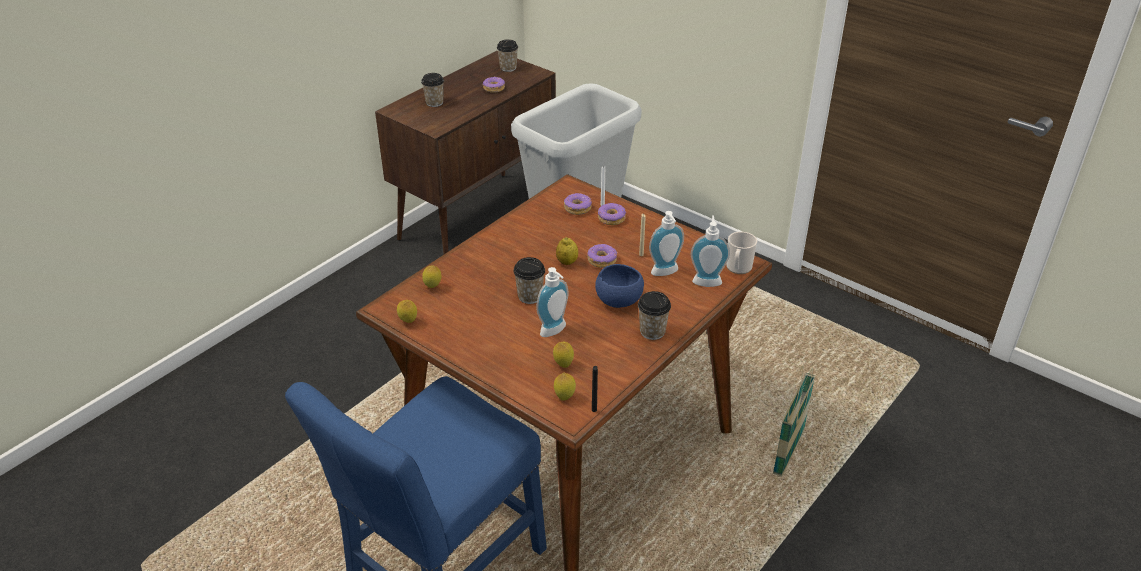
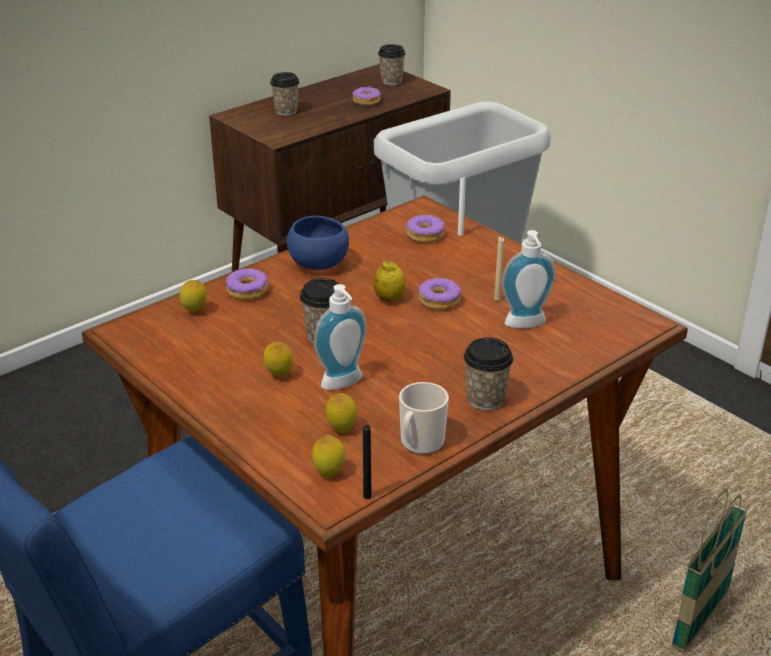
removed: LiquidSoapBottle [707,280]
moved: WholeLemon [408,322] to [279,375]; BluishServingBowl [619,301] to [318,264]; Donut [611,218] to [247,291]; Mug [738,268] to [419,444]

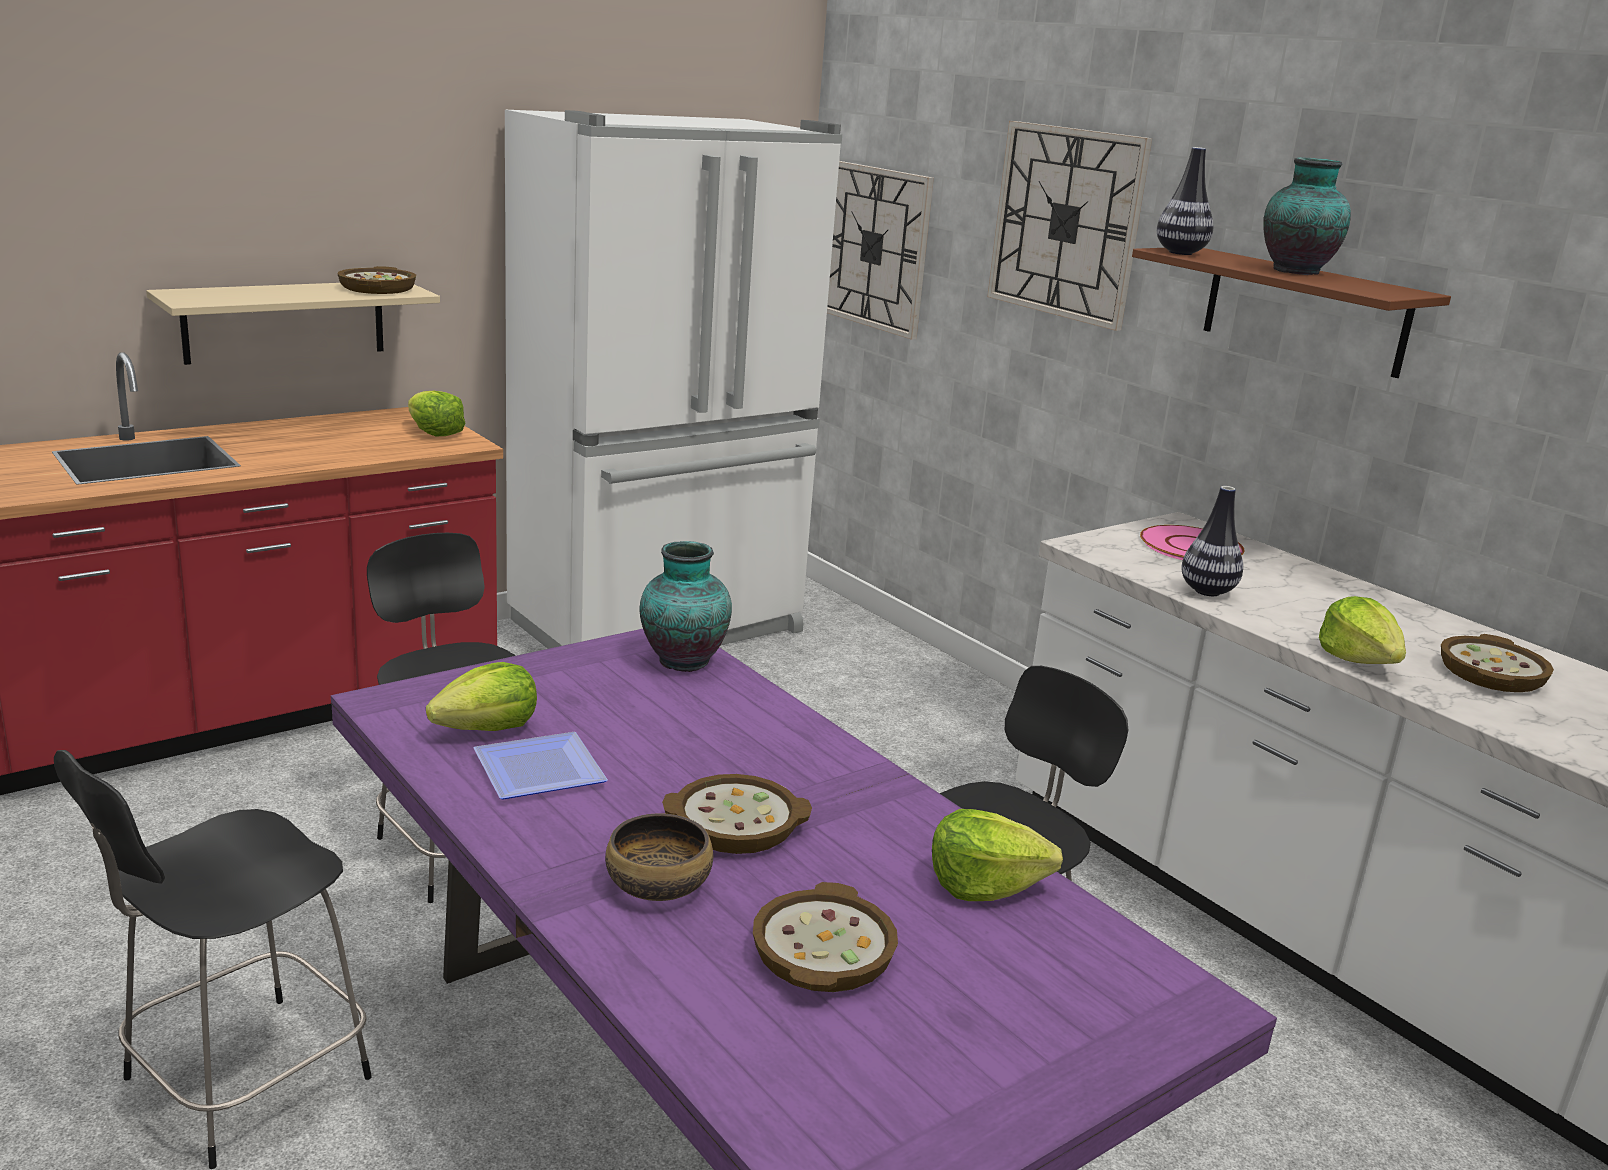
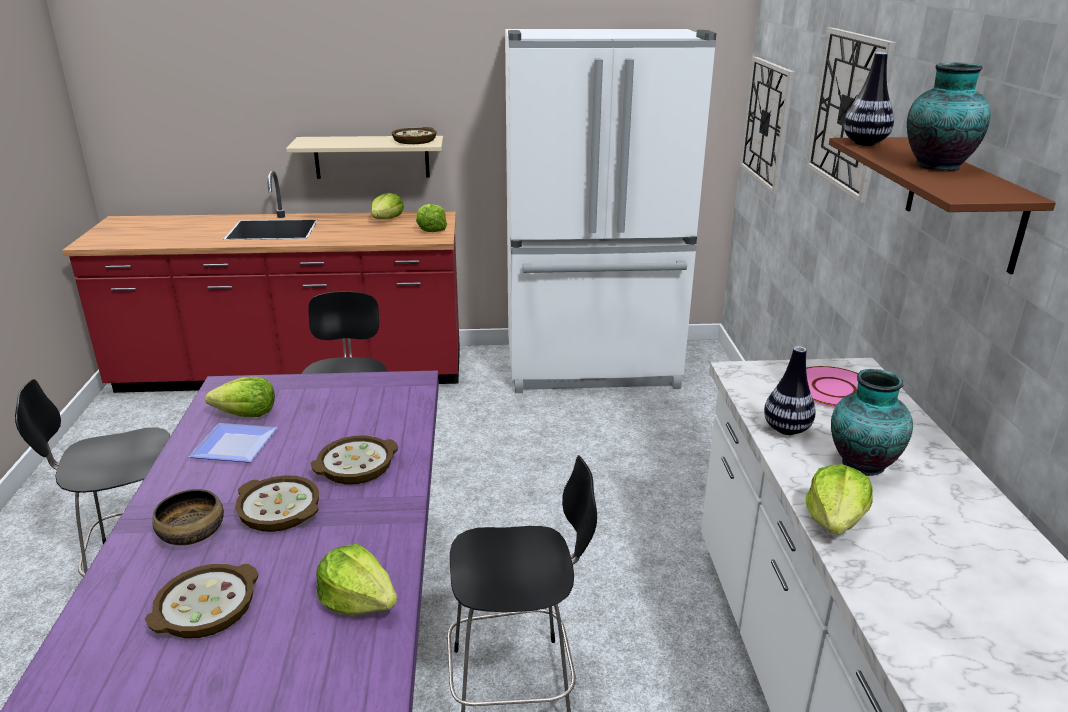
added: Lettuce [387,219]
moved: Vase [681,661] to [860,464]; ServingBowl [1492,675] to [356,467]

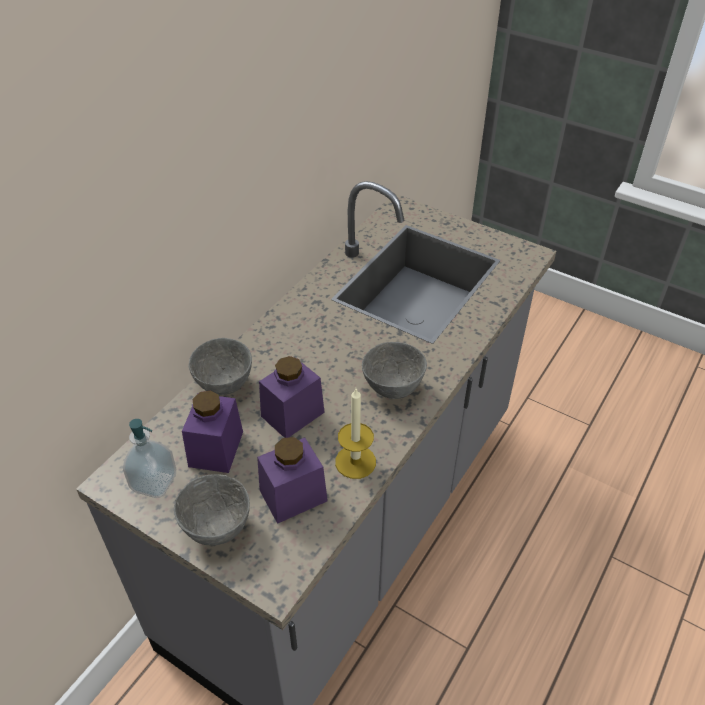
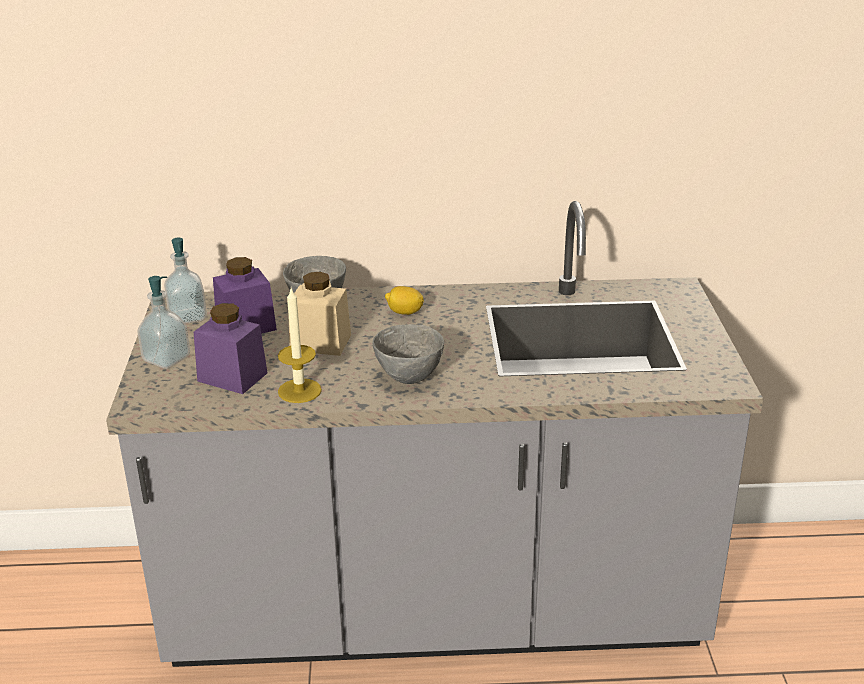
added: WholeLemon [404,312]
replaced: GrayServingBowl [216,530] to LiquidSoapBottle [166,359]
recoloured: PurpleJar [292,414] to BeigeJar [320,342]

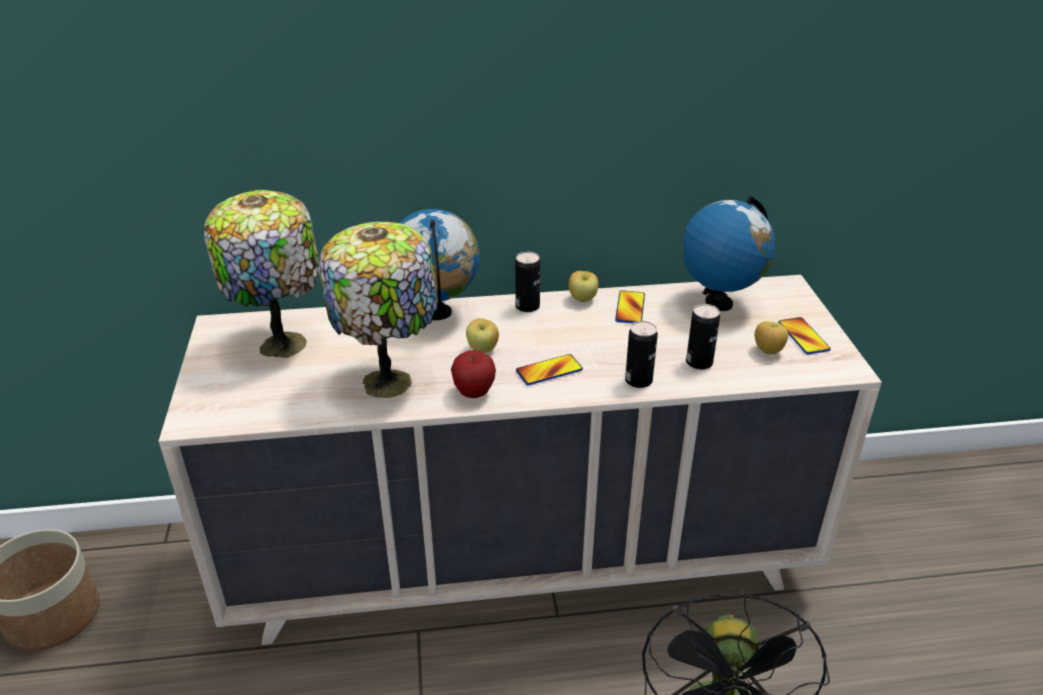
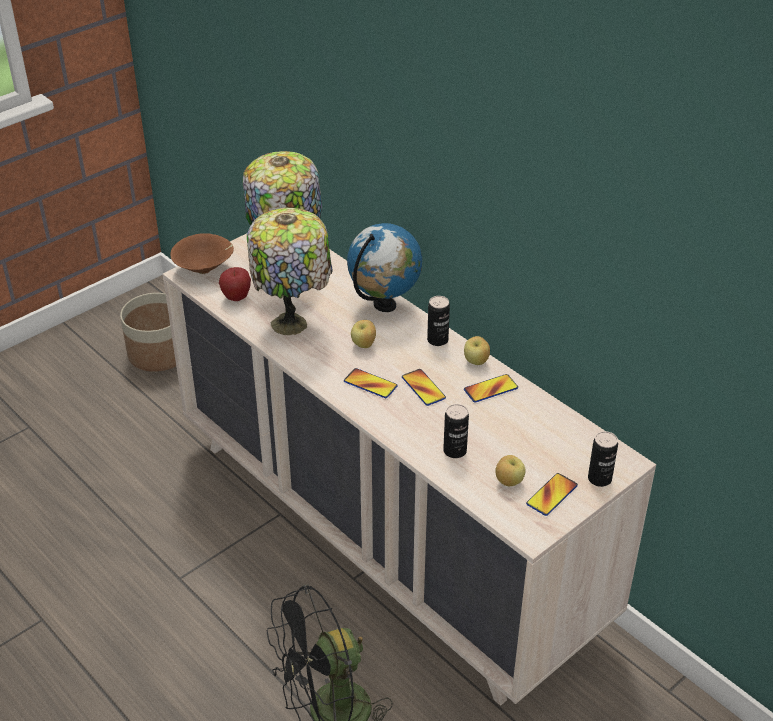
removed: Globe [718,303]
added: BrownServingBowl [205,269]; Handset [423,388]
moved: WholeApple [474,393] to [236,297]; Can [638,380] to [599,479]

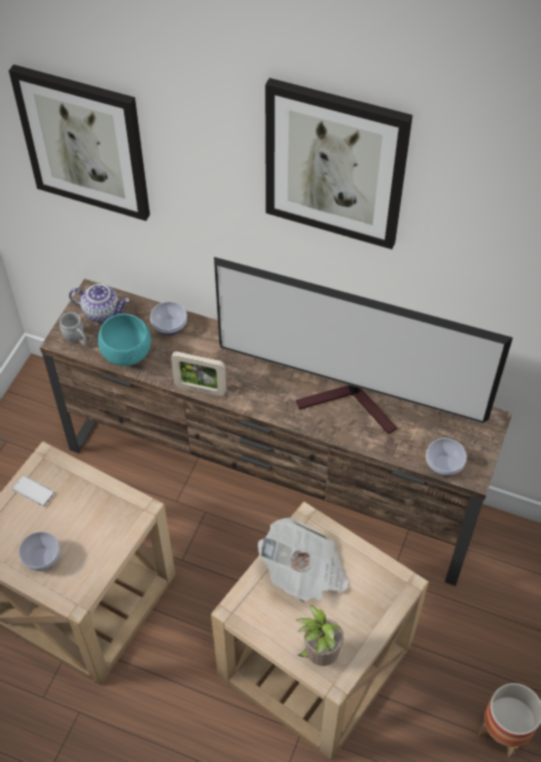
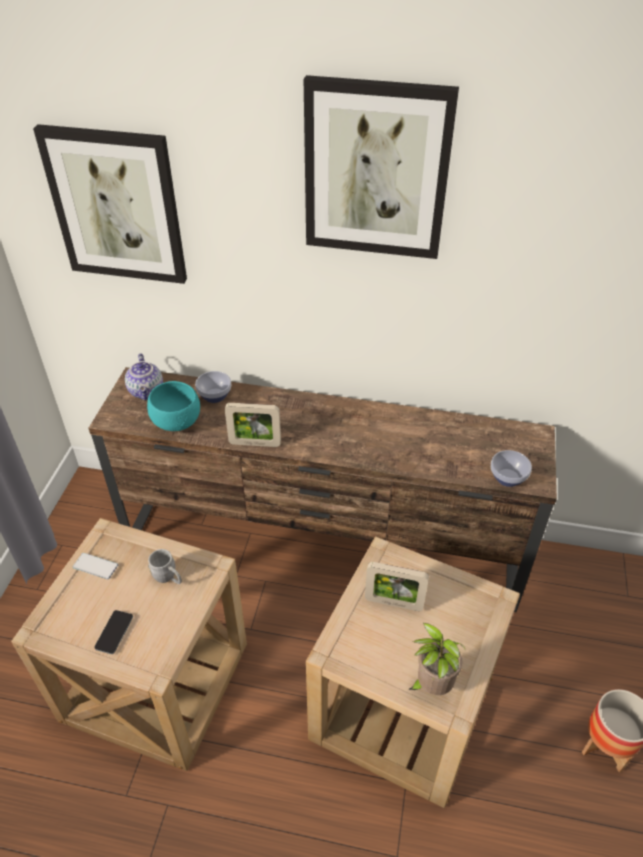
removed: Tv [353,403]
moved: GrayMug [77,338] to [168,578]
replaced: ServingBowl [43,558] to Handset [114,632]; PrintedPaper [304,572] to PictureFrame [393,603]
turned: PotForTea [102,312] = [147,391] 75 degrees clockwise

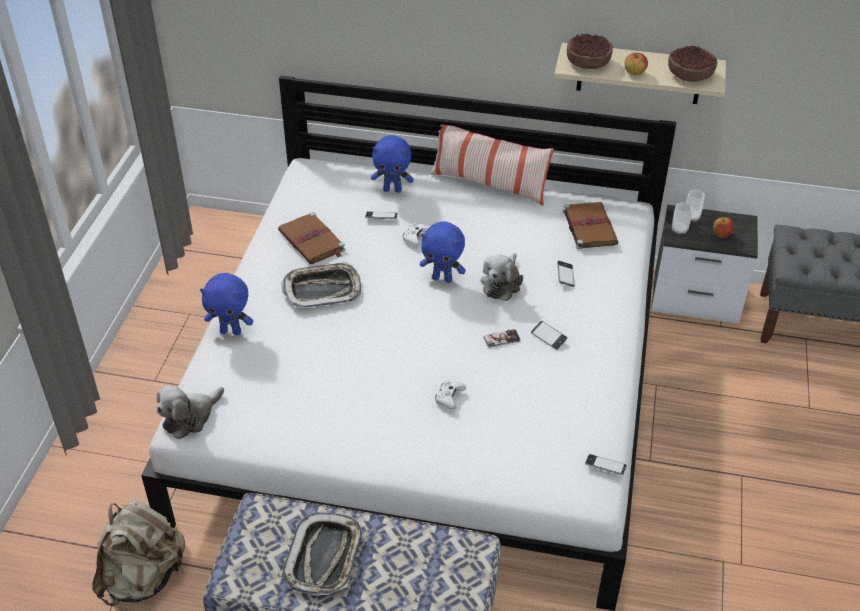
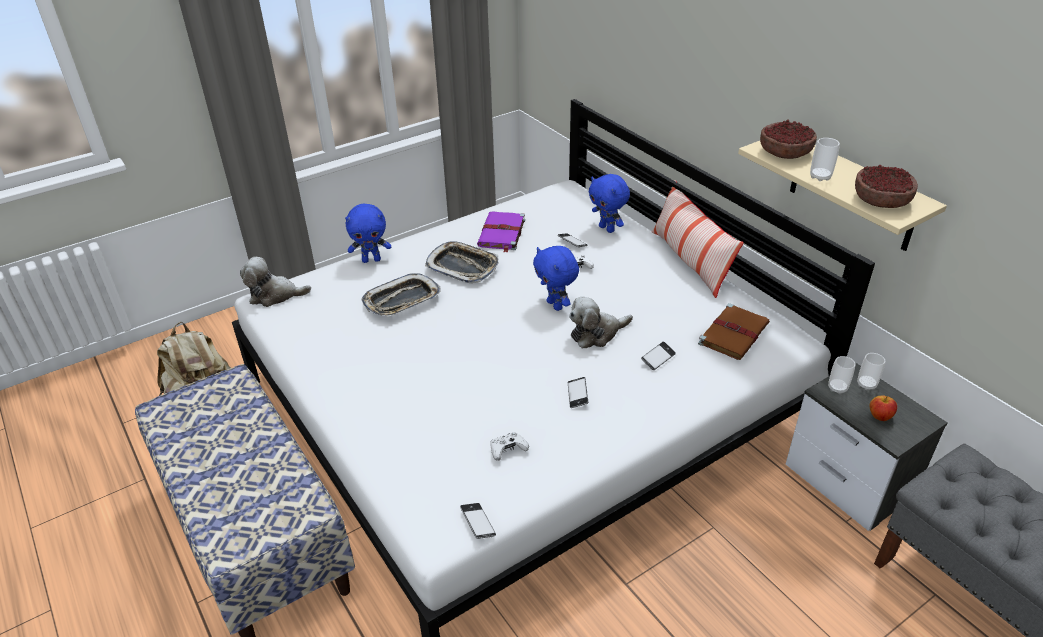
removed: Handset [502,339]
moved: CarryingTray [324,558] to [402,300]; WhiteGamepad [449,398] to [507,450]
replaced: WholeApple [634,73] to DrinkingCup [820,177]
recoloured: BrownBoundBook [312,241] to PurpleBoundBook [501,233]
turned: BluishCuddlyToy [231,331] = [371,260] 60 degrees counterclockwise

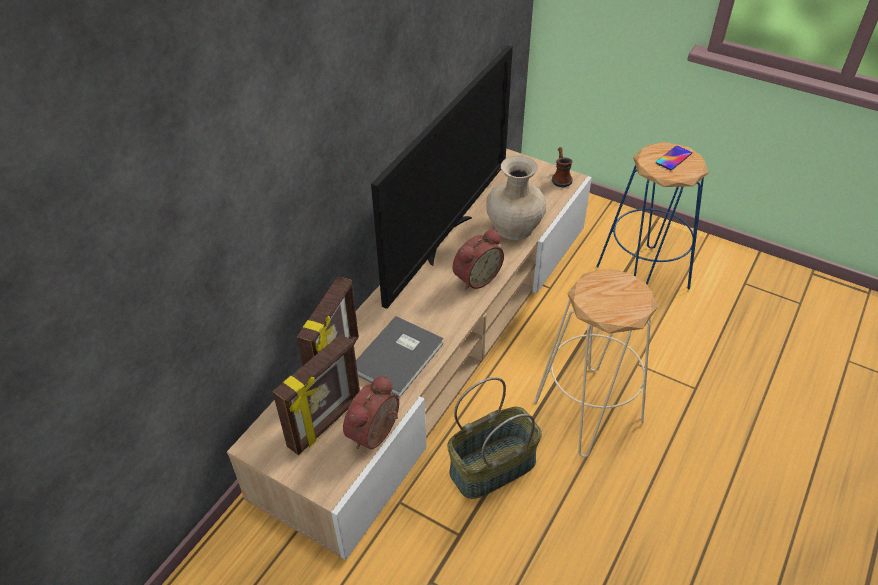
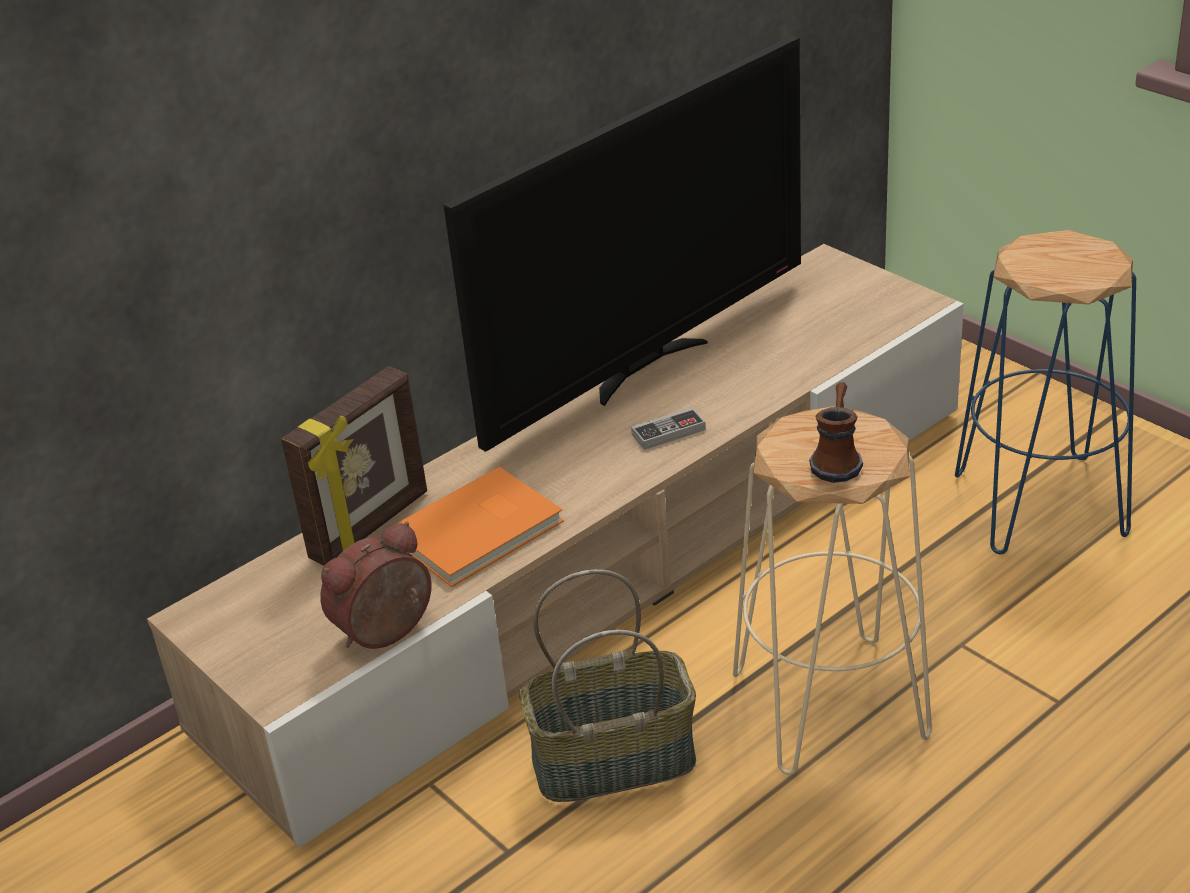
removed: PictureFrame [326,423]; BeigeVase [514,228]; Handset [673,158]
moved: Mug [560,177] to [837,459]
replaced: AlarmClock [475,277] to Gamepad [668,432]
recoloured: GrayBoundBook [400,357] to OrangeColouredBoundBook [481,531]

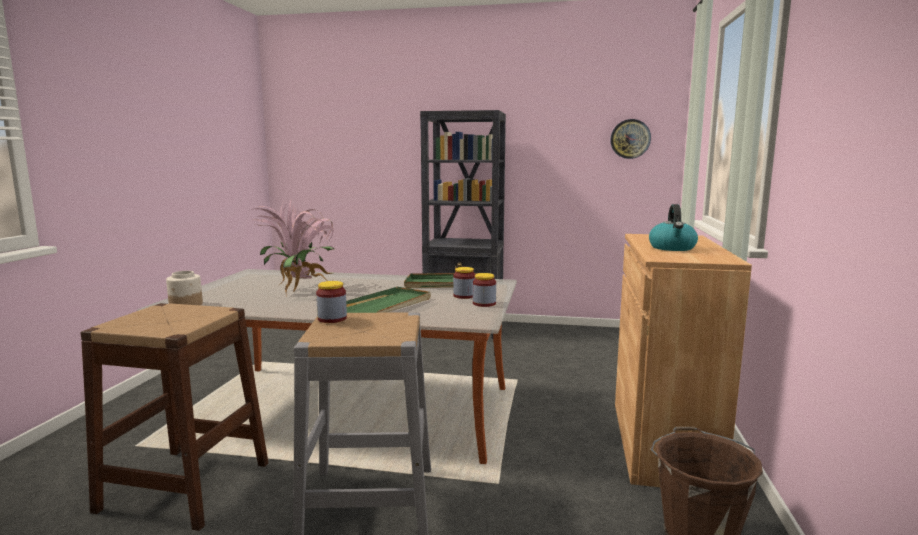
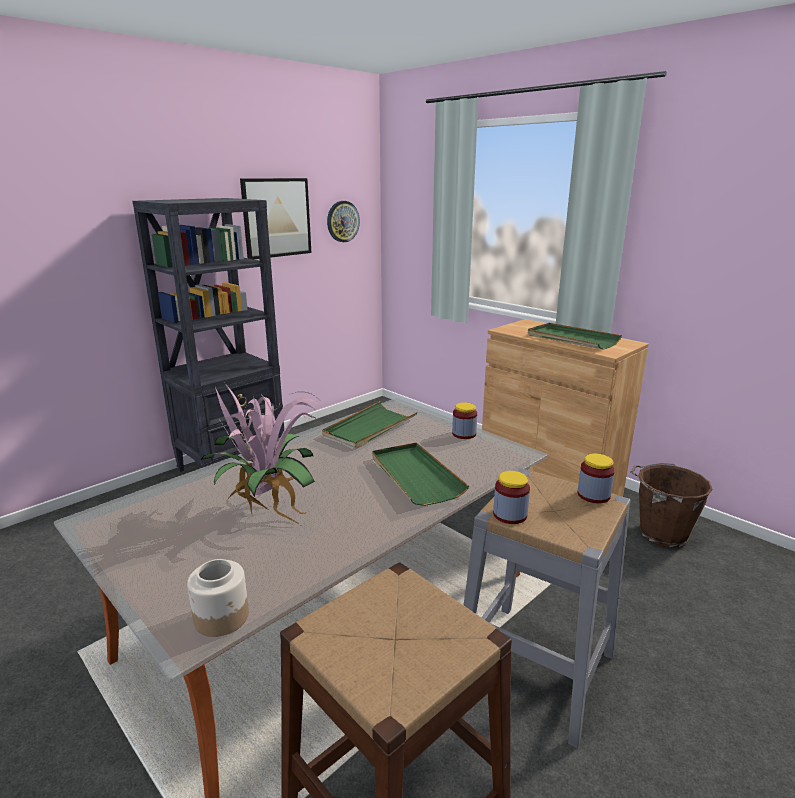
added: Picture [276,218]
moved: Jar [464,296] to [593,495]
replaced: Kettle [672,248] to GreenishCarryingTray [571,339]

